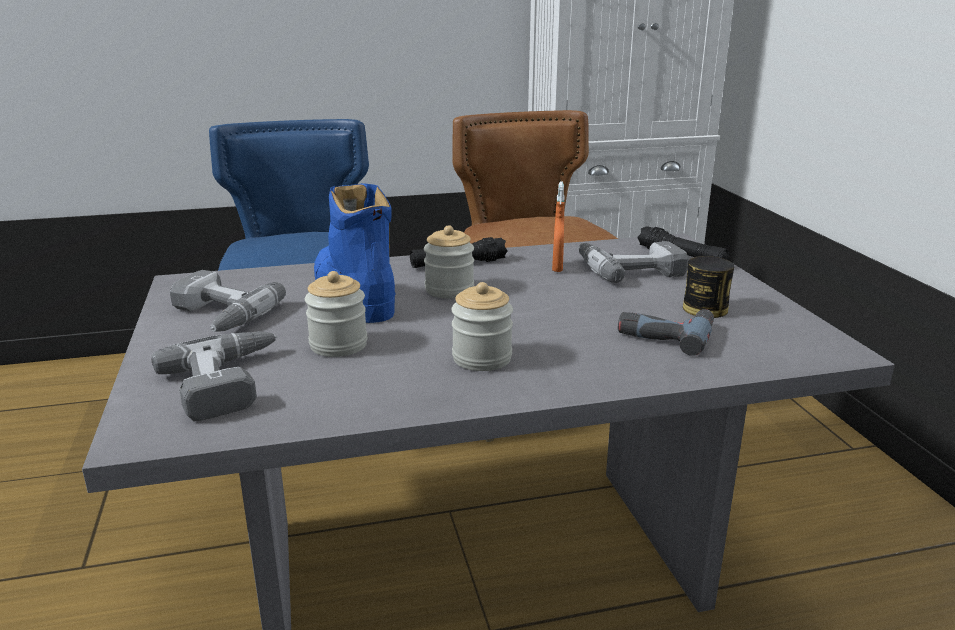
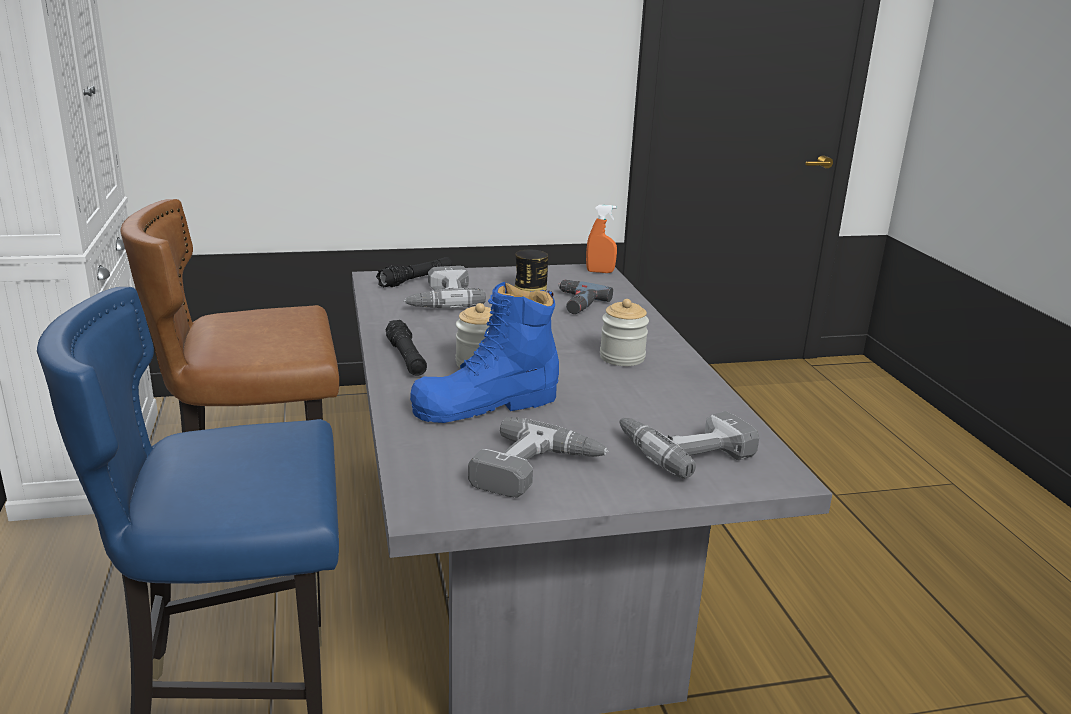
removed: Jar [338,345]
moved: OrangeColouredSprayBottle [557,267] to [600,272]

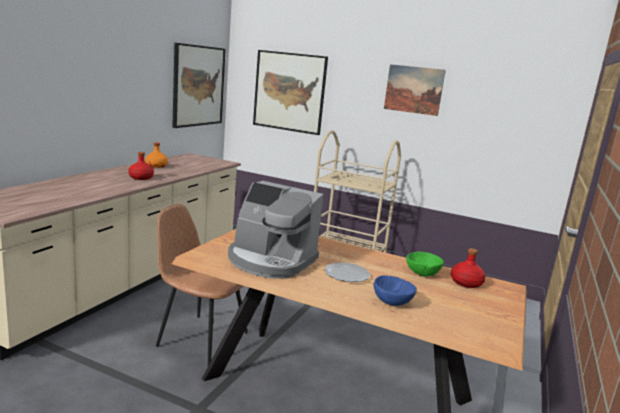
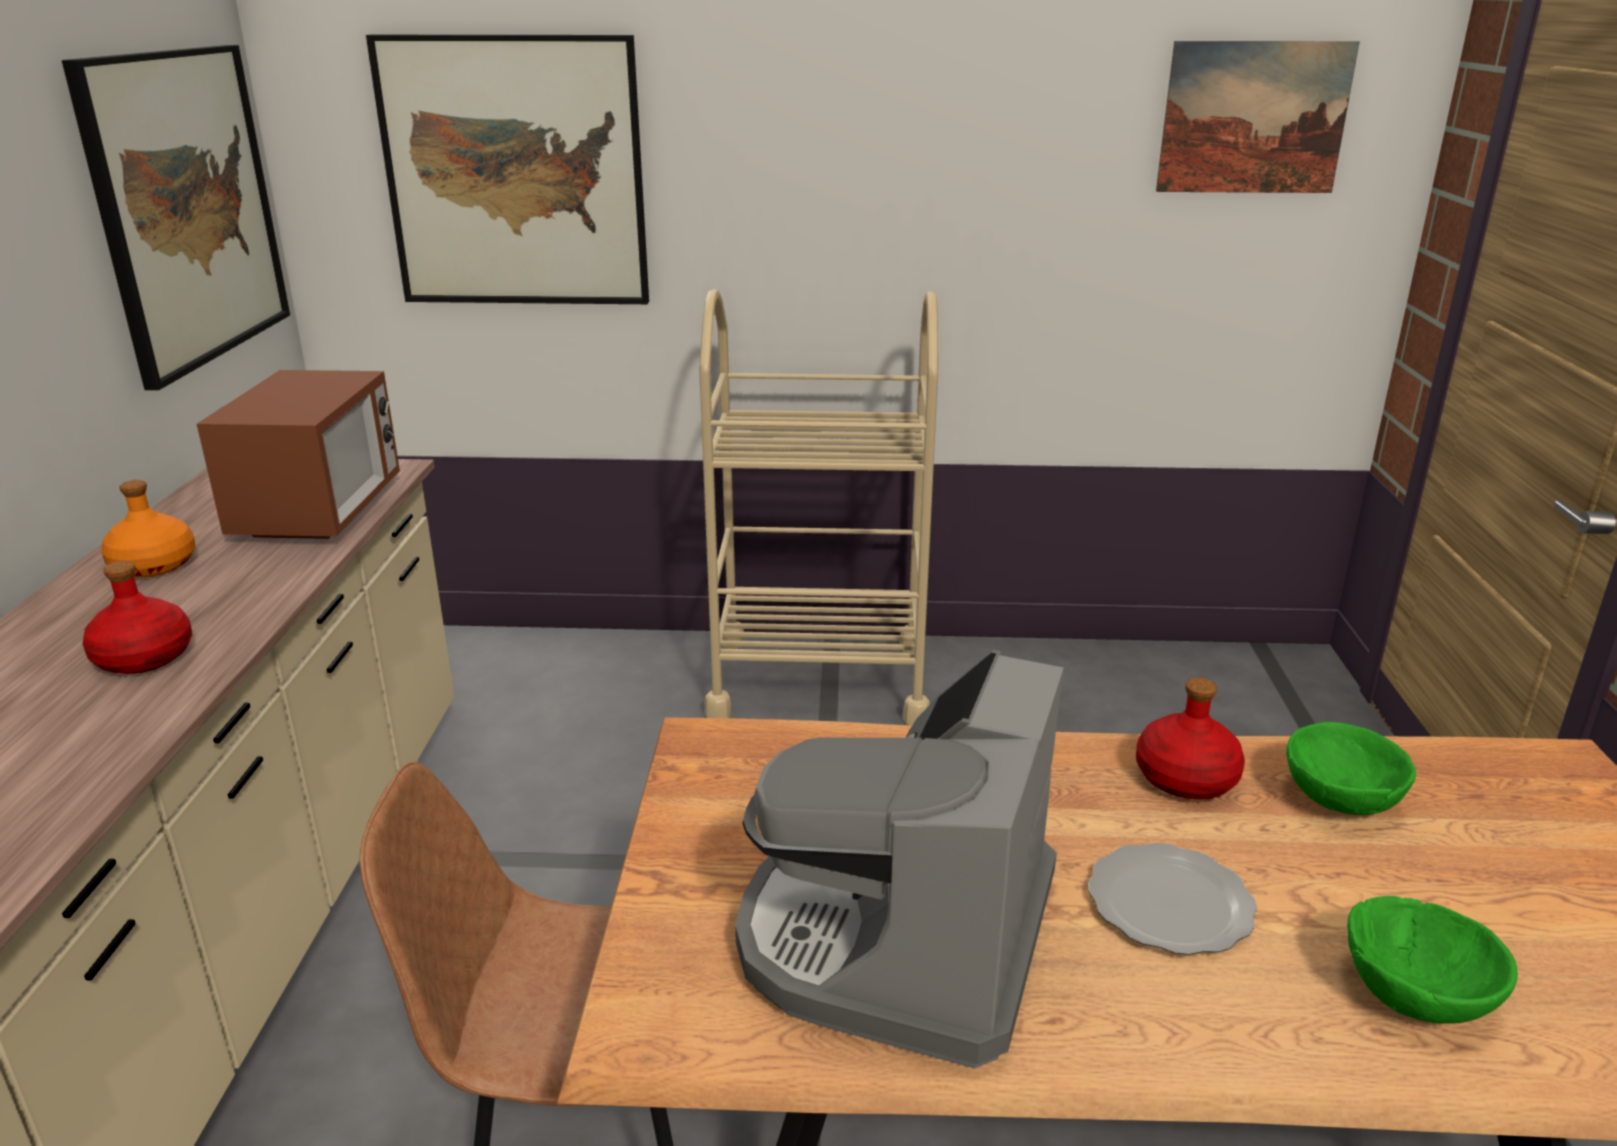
added: KitchenMicrowave [320,511]
moved: Picture [413,89] to [1254,118]; RedColouredDrinkBottle [466,283] to [1187,779]
recoloured: BluishServingBowl [391,302] to GreenishServingBowl [1412,997]
turned: CoffeeMaker [270,261] = [899,937] 105 degrees clockwise

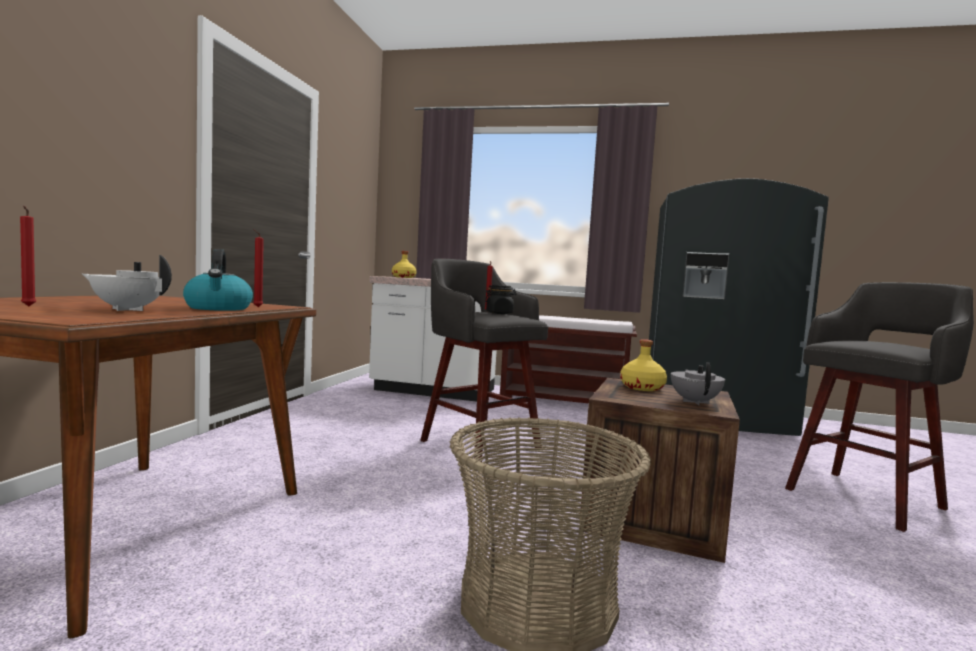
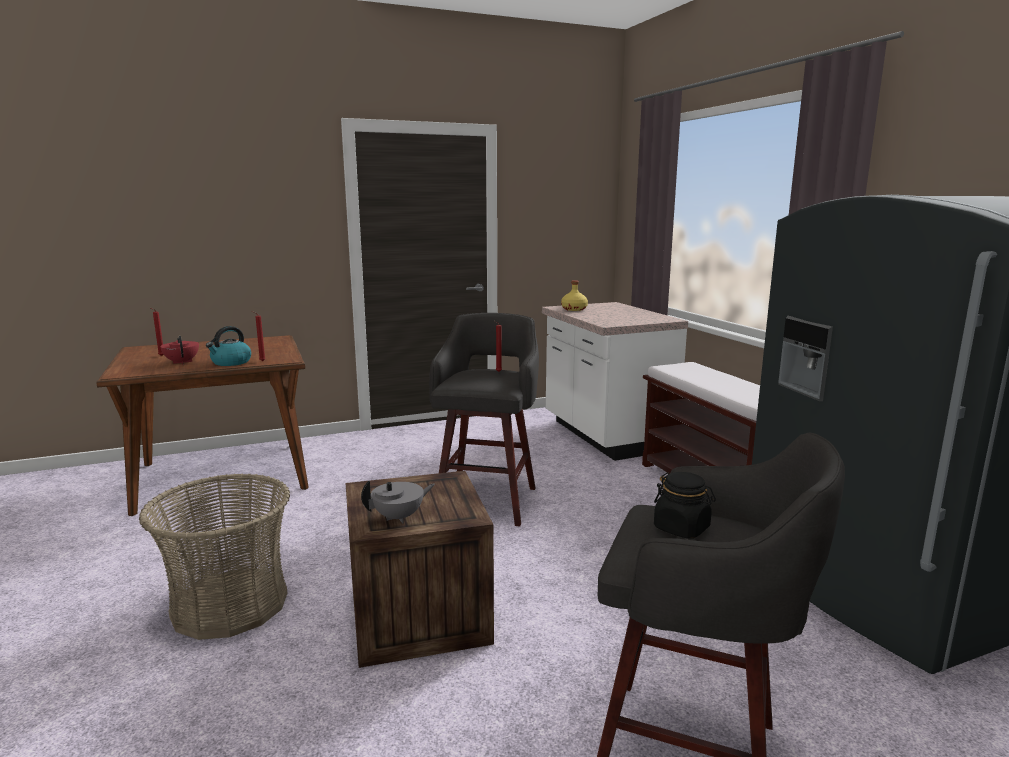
removed: YellowishDrinkBottle [642,388]
moved: BlackishJar [499,313] to [682,528]
recoloured: WhitePotForTea [128,309] to RedColouredPotForTea [182,362]

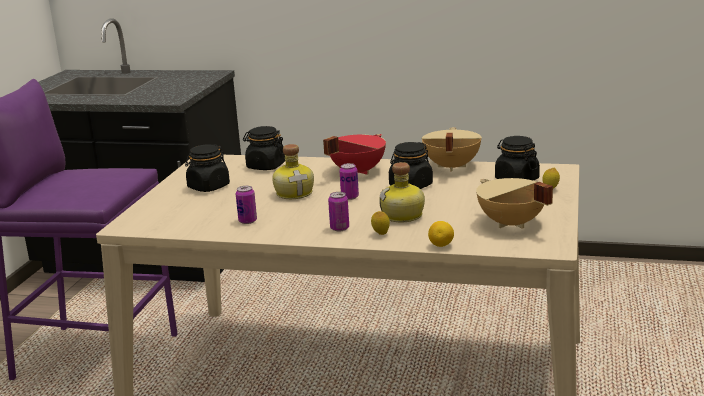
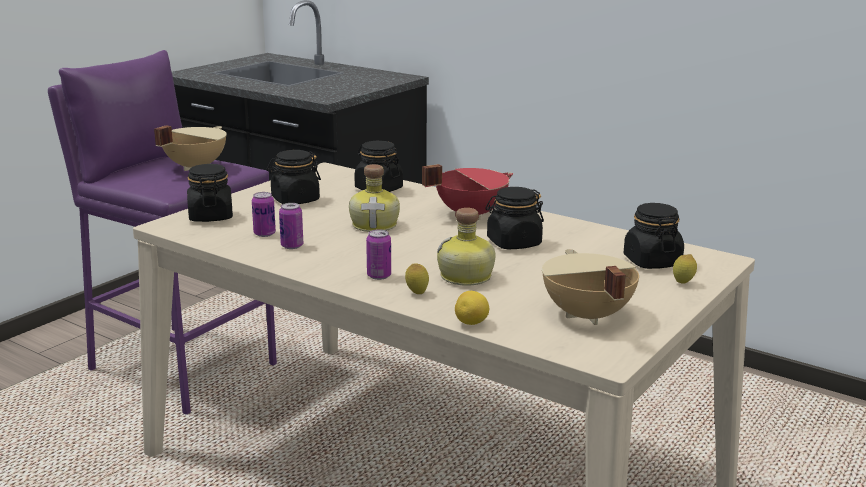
added: BlackishJar [210,216]
moved: Can [350,197] to [264,234]; BeigeSaucepot [450,167] to [194,167]

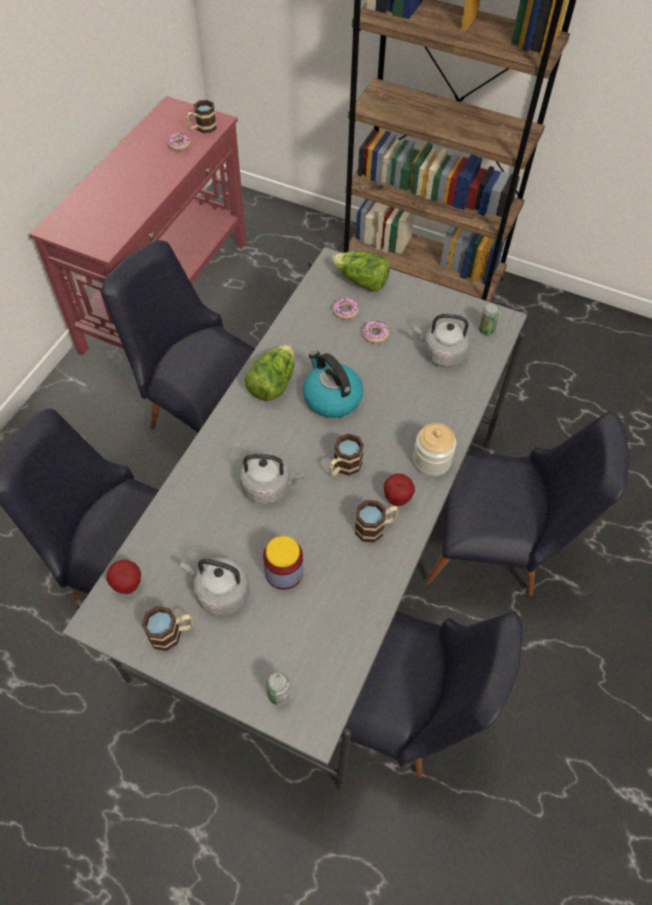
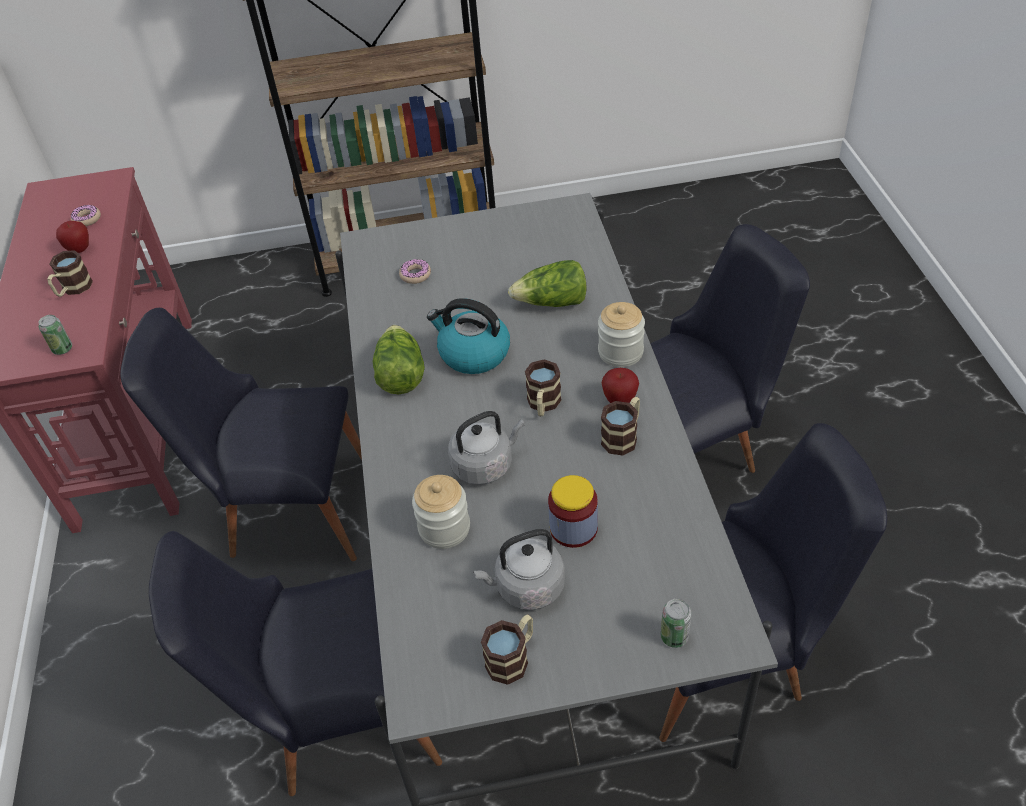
removed: Donut [375,334]; GrayKettle [441,353]
added: Jar [444,528]
moved: WholeApple [128,585] to [79,250]; Mug [202,128] to [73,289]; Lettuce [361,281] to [552,303]; Can [486,330] to [62,349]

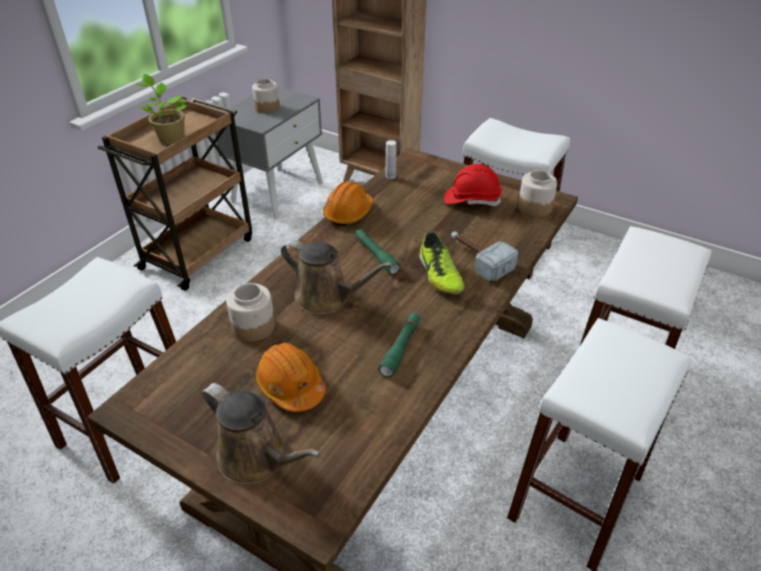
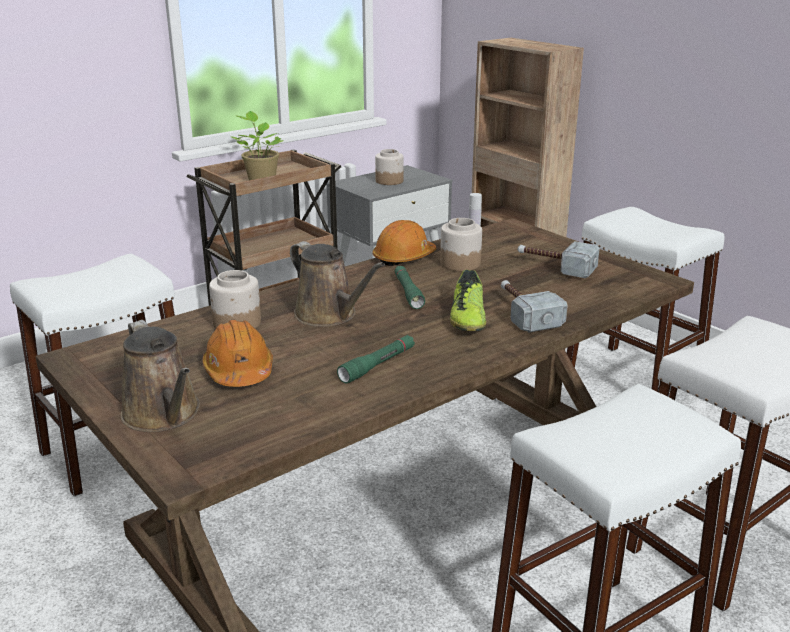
moved: Jar [534,207] to [460,263]
replaced: RedColouredWorkHelmet [471,200] to Hammer [555,266]

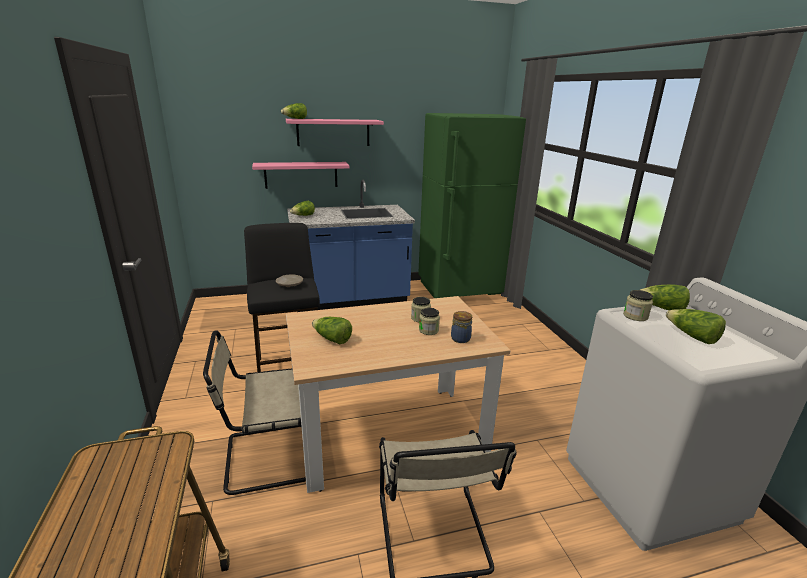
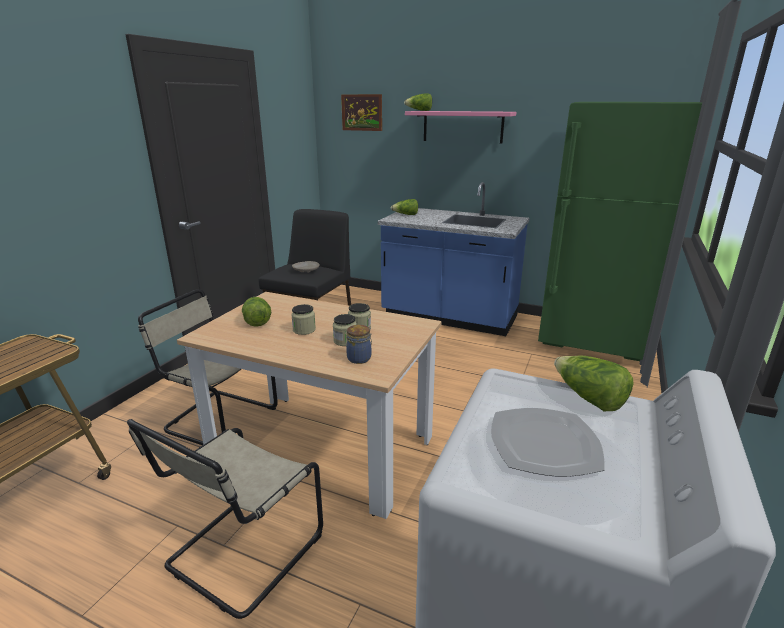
removed: PinkWallShelf [301,175]
added: Picture [362,112]
moved: Jar [635,316] to [304,330]
replaced: Lettuce [692,336] to DinnerPlate [543,445]

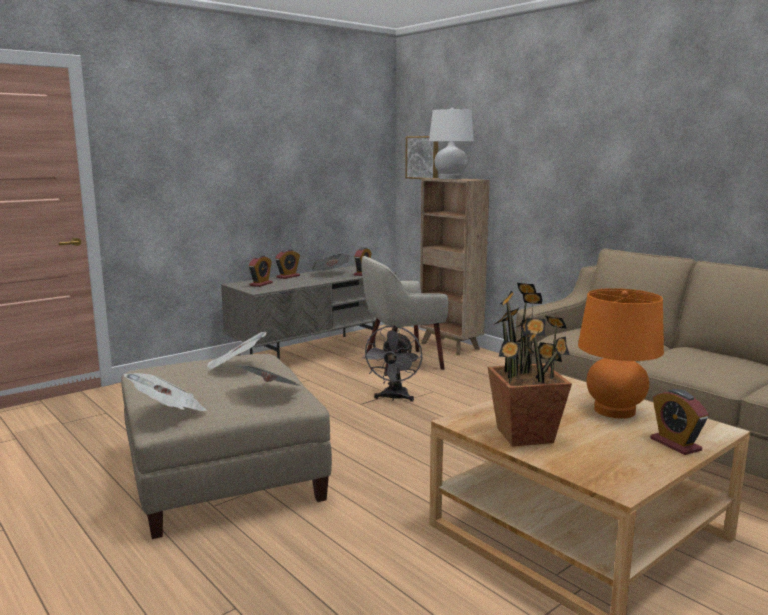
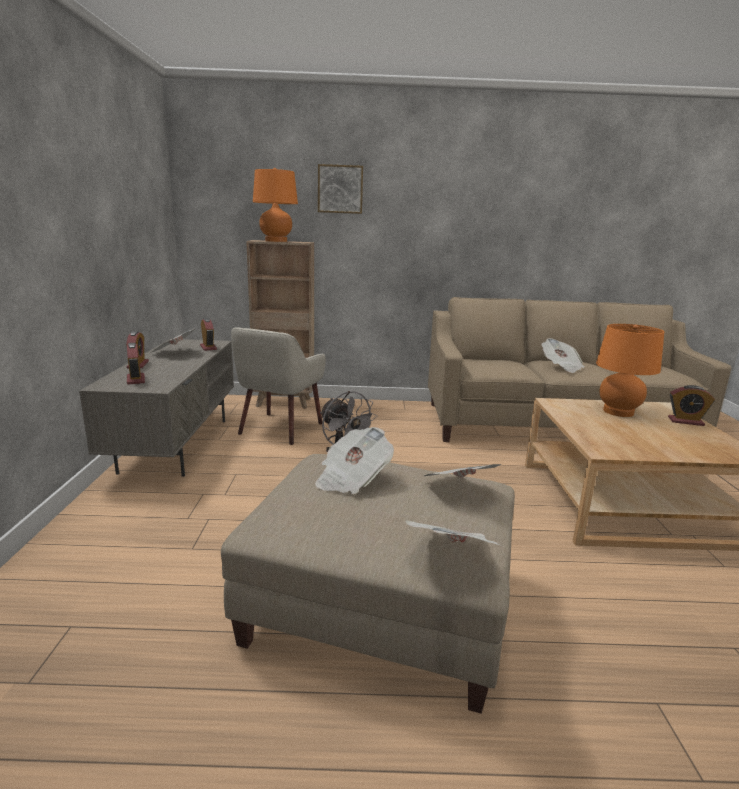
removed: PottedPlant [525,436]
added: PrintedPaper [561,367]
moved: Picture [423,157] to [340,189]
recoloured: WhiteLampForATable [450,178] to OrangeColouredLampForATable [276,241]

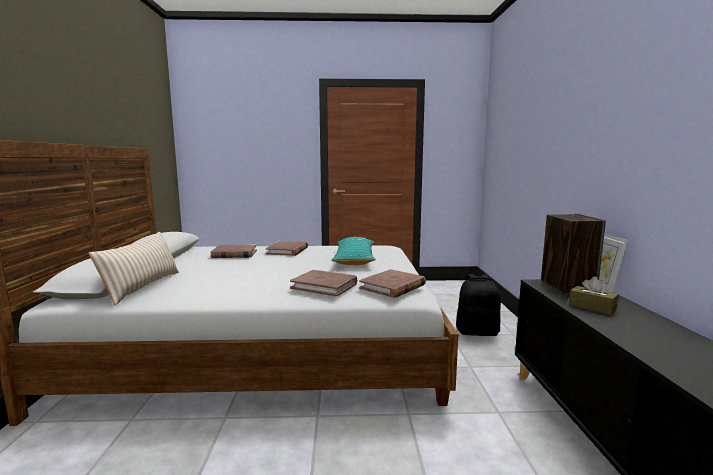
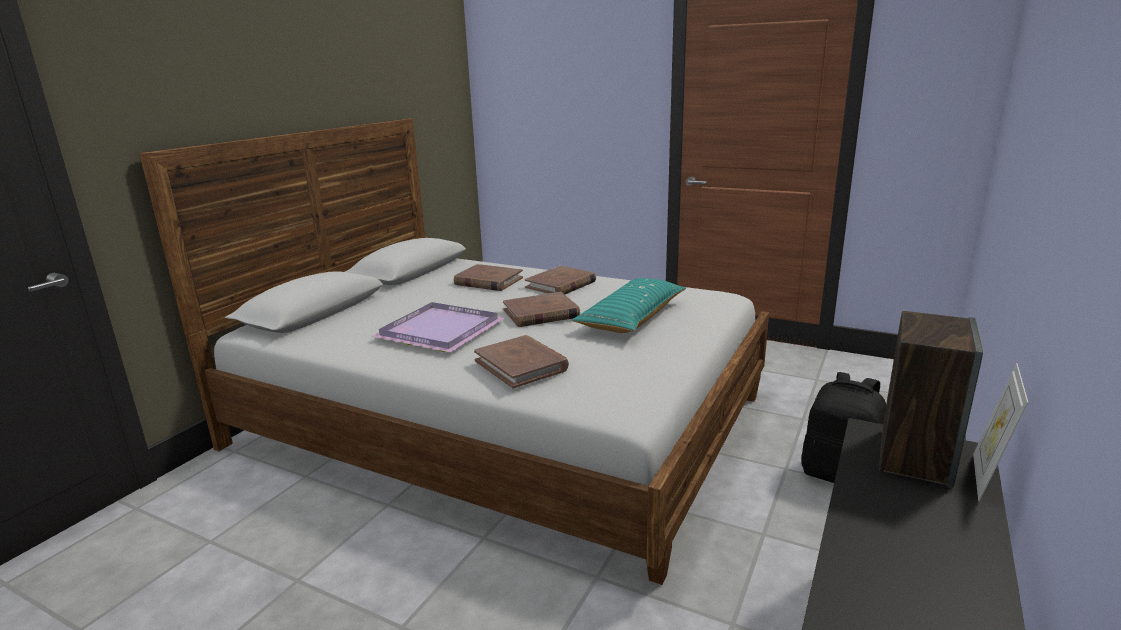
removed: BeigeCushion [143,287]; BrownTissueHolder [592,307]
added: PurpleCarryingTray [440,330]
moved: BrownBoundBook [393,286] to [541,313]

